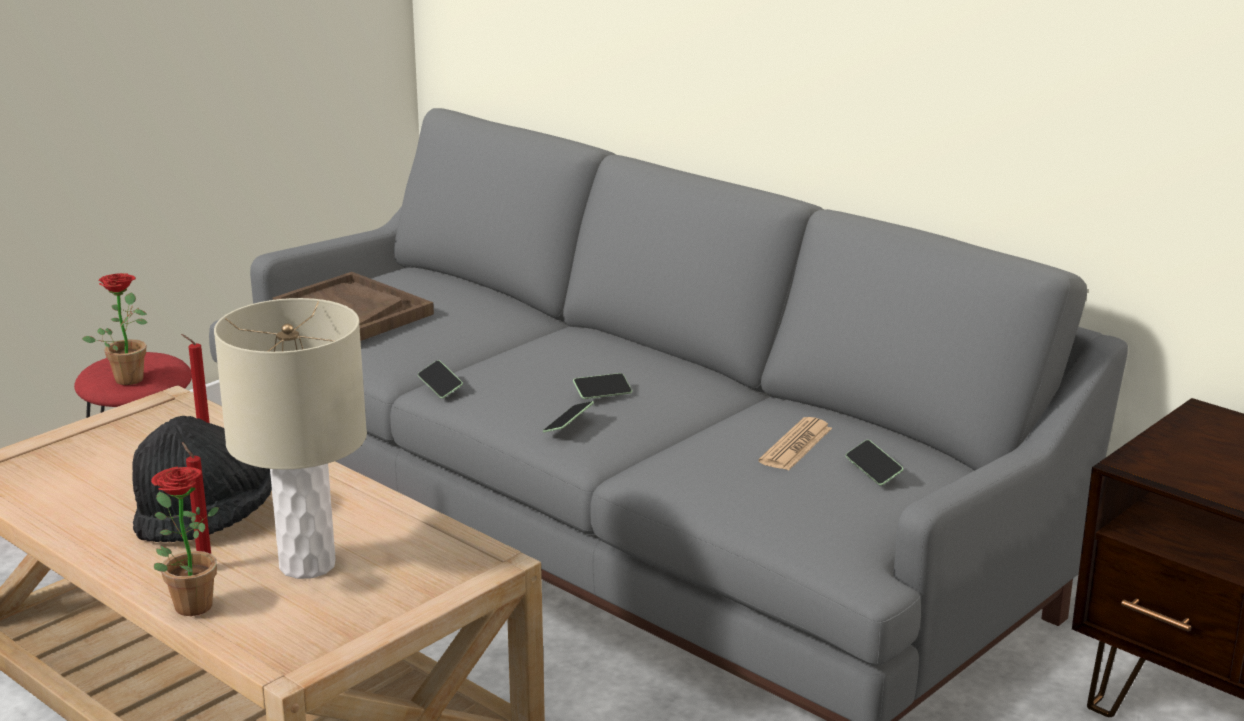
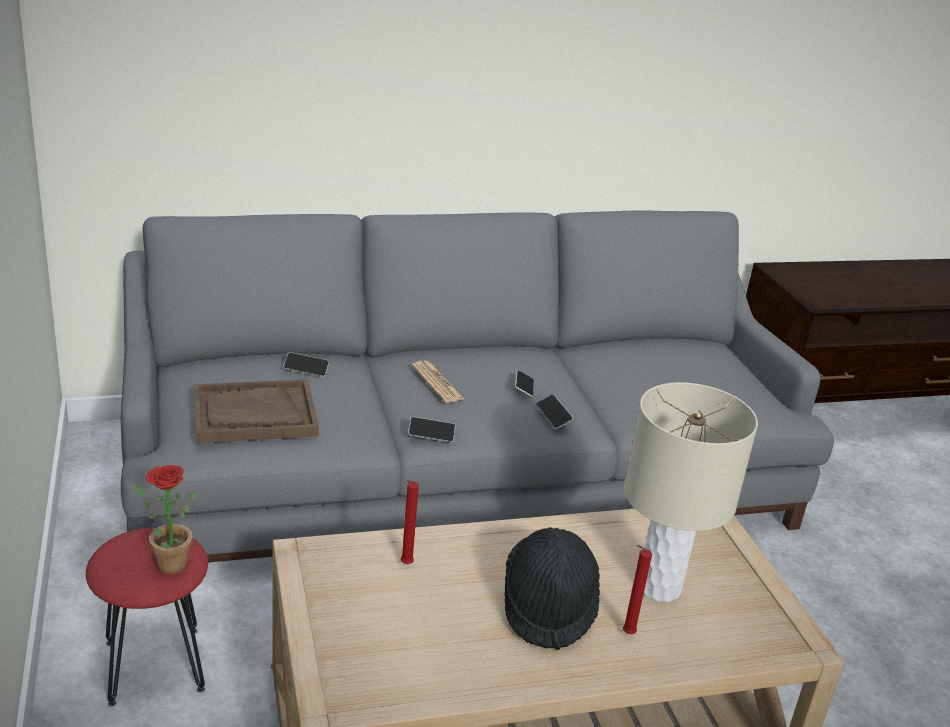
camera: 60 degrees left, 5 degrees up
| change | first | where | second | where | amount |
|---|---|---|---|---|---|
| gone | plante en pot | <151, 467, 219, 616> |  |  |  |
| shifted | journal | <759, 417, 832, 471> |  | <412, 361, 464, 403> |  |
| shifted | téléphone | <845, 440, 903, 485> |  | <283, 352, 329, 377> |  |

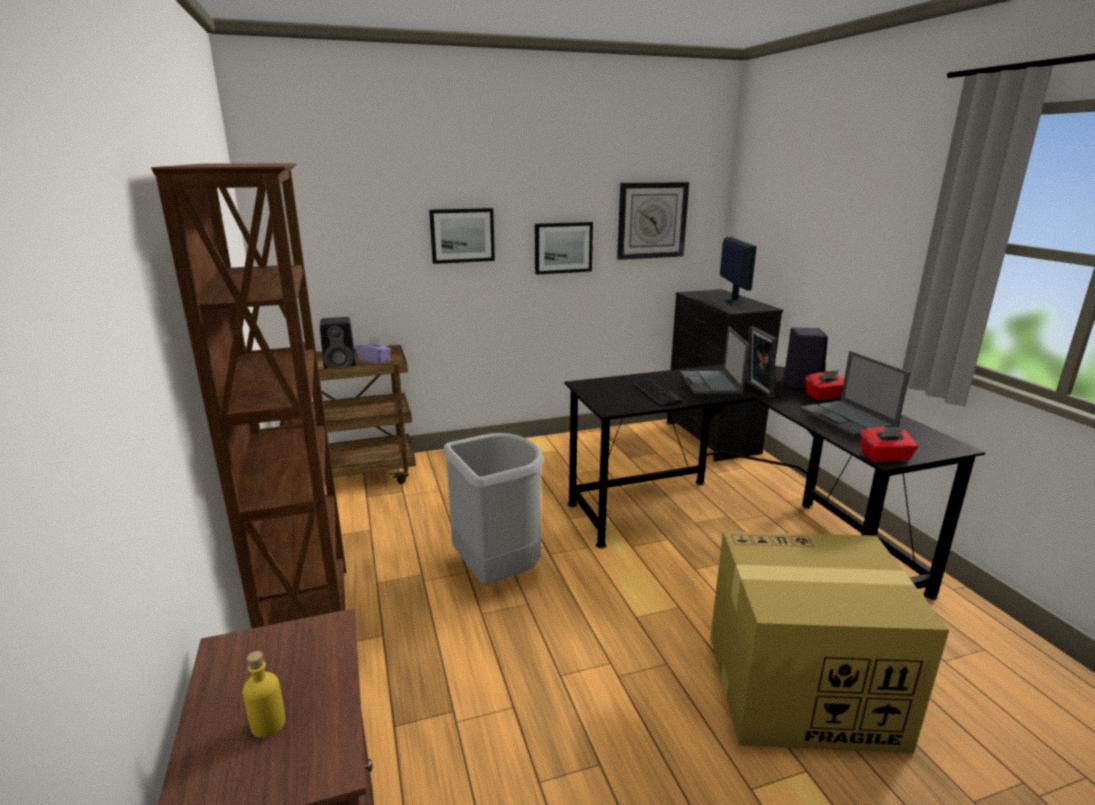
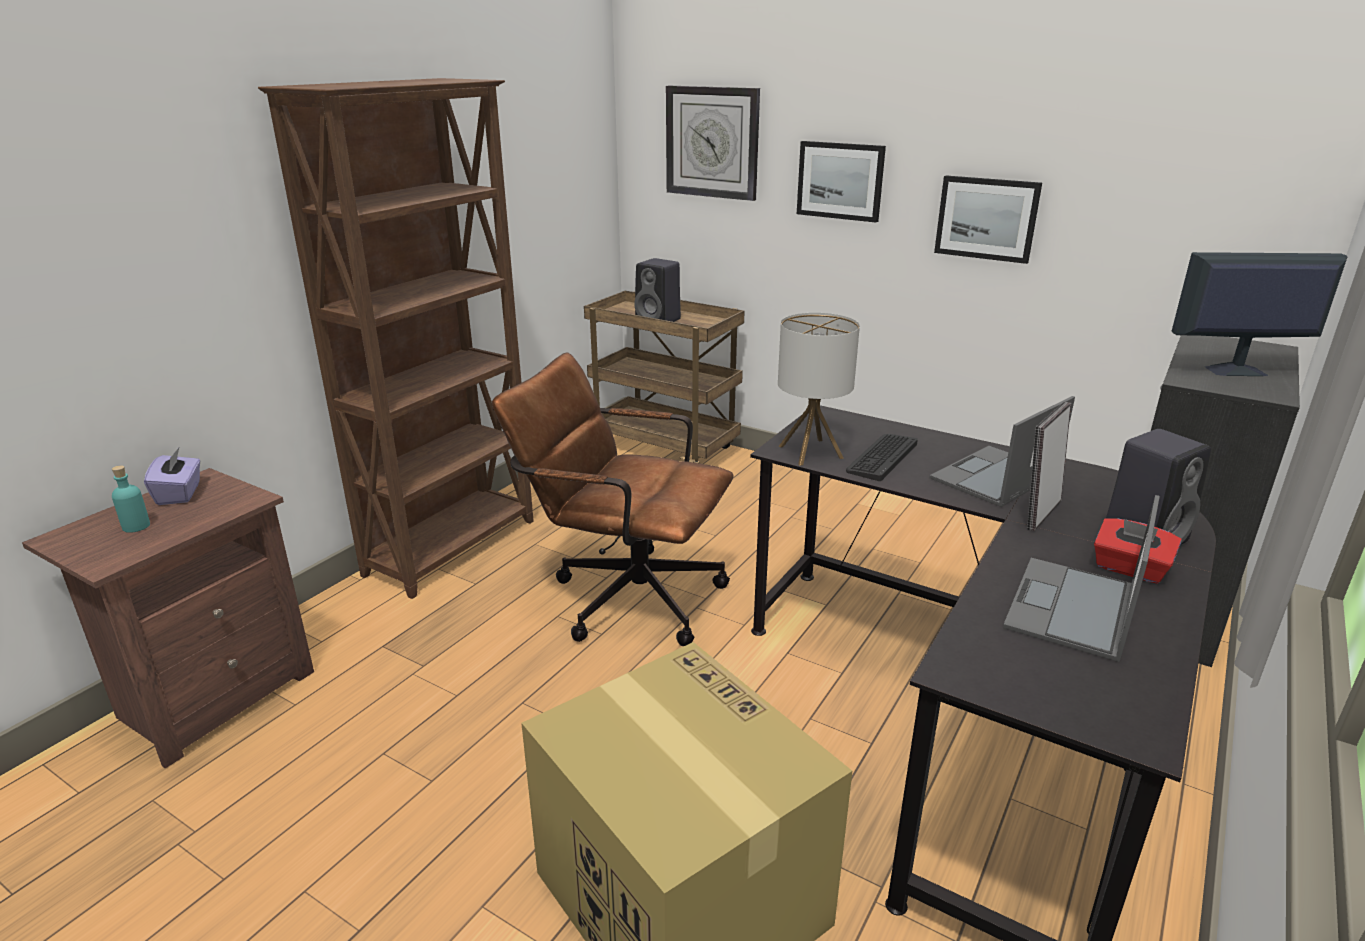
camera: 50 degrees right, 5 degrees up
| change | first | where | second | where | amount |
|---|---|---|---|---|---|
| repainted | bouteille [jaune] | <243, 651, 286, 738> | bouteille [turquoise] | <112, 465, 150, 533> |  |
| shifted | boîte à mouchoirs [violet] | <355, 336, 391, 364> |  | <144, 448, 200, 505> |  |
| swapped | poubelle [gris] | <443, 433, 544, 585> | chaise de bureau [marron] | <492, 352, 734, 646> |  |
| shifted | horloge murale | <617, 182, 689, 260> |  | <666, 86, 760, 201> |  |
| rotated | écran d'ordinateur | <720, 237, 757, 306> |  | <1171, 252, 1348, 376> | 135 degrees counterclockwise |
| gone | boîte à mouchoirs [rouge] | <860, 427, 918, 462> |  |  |  |
| new |  |  | lampe de table | <778, 313, 860, 466> |  |

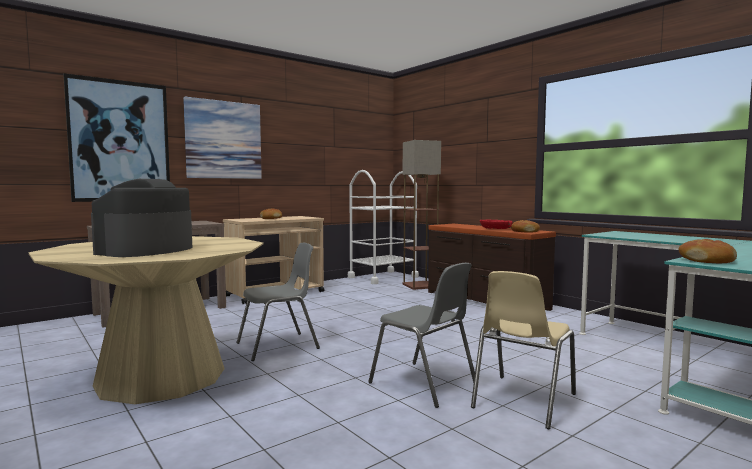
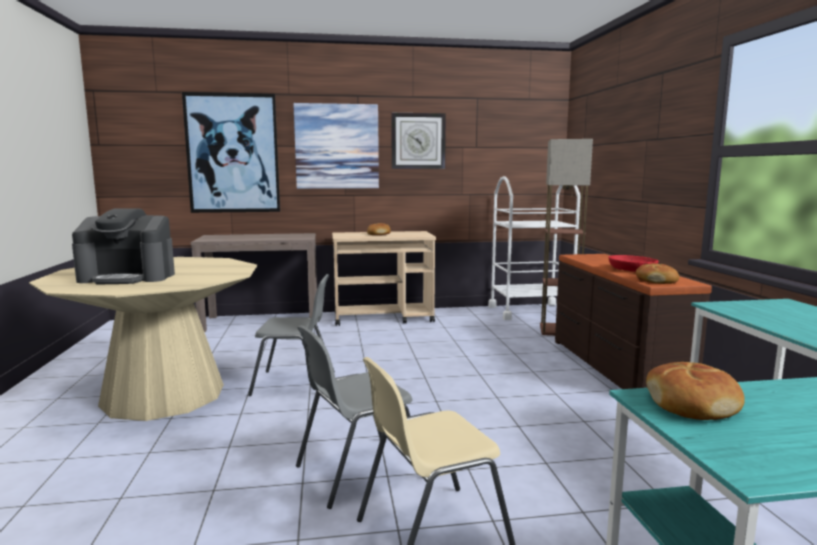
camera: 30 degrees right, 5 degrees up
| change | first | where | second | where | amount |
|---|---|---|---|---|---|
| rotated | machine à café | <91, 179, 192, 257> |  | <72, 208, 175, 284> | 150 degrees counterclockwise |
| rotated | chaise [gris] | <368, 263, 475, 408> |  | <296, 325, 413, 509> | 75 degrees clockwise |
| new |  |  | horloge murale | <391, 113, 446, 169> |  |

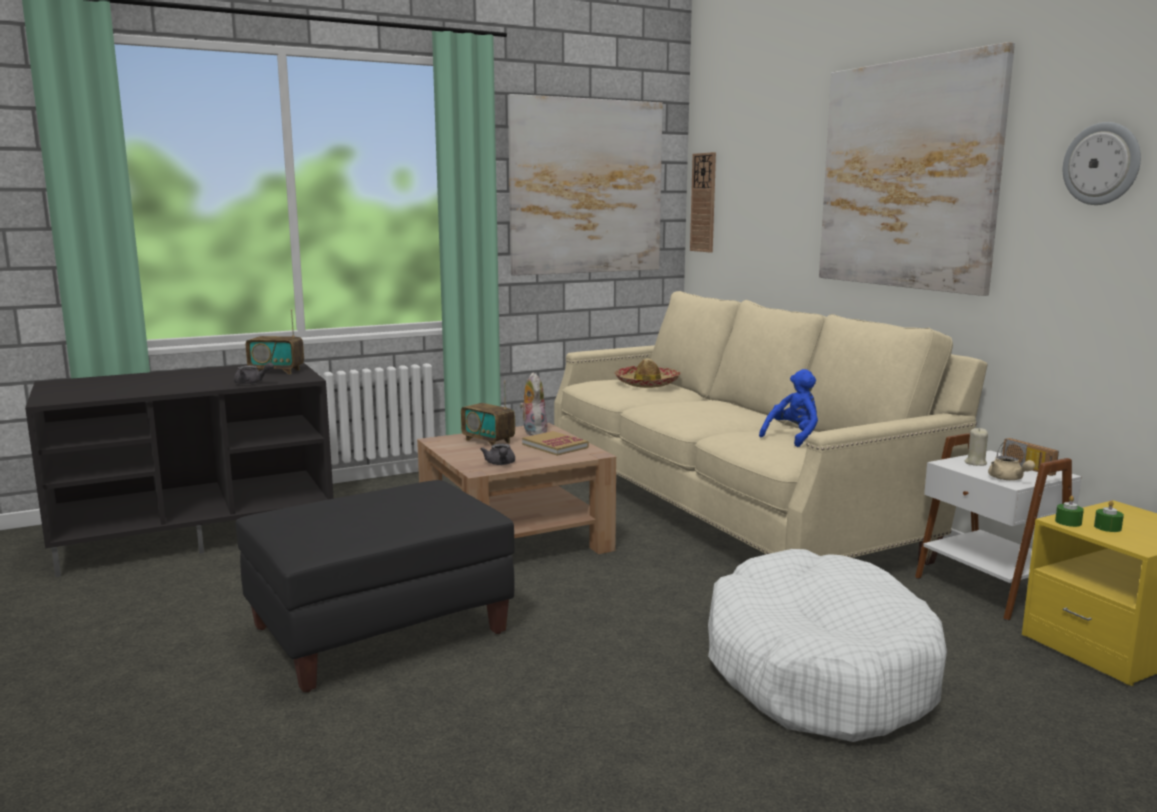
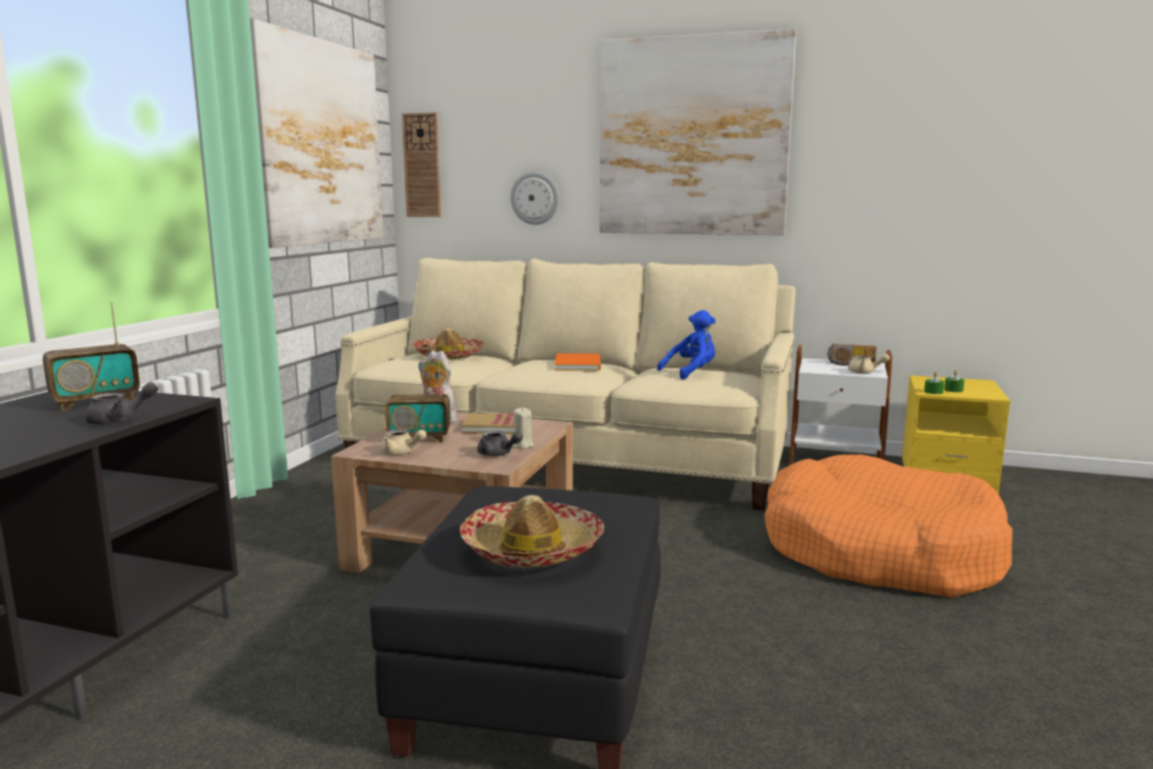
camera: 45 degrees left, 0 degrees up
| change | first | where | second | where | amount |
|---|---|---|---|---|---|
| repainted | panier pour chien [blanc] | <708, 549, 947, 742> | panier pour chien [orange] | <765, 455, 1012, 598> |  |
| rotated | peluche [bleu] | <759, 369, 818, 447> |  | <657, 310, 716, 380> | 60 degrees clockwise |
| shifted | bougie [beige] | <964, 428, 988, 466> |  | <512, 407, 534, 449> |  |
| shifted | horloge murale | <1063, 122, 1141, 205> |  | <510, 171, 559, 225> |  |
| new |  |  | théière [beige] | <381, 430, 427, 455> |  |
| new |  |  | chapeau | <460, 495, 604, 567> |  |
| new |  |  | livre [orange] | <555, 353, 601, 371> |  |

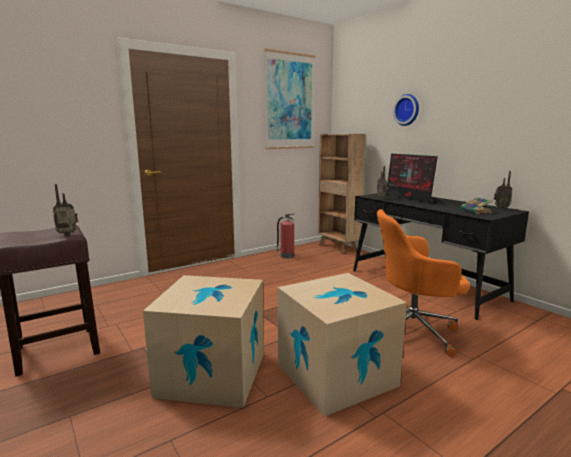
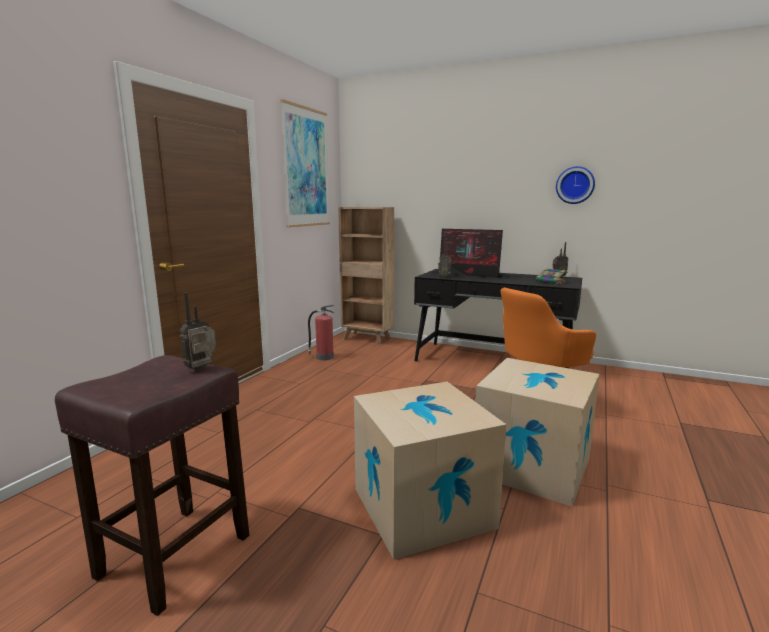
camera: 30 degrees left, 0 degrees up
| change | first | where | second | where | amount |
|---|---|---|---|---|---|
| shifted | horloge murale | <393, 94, 419, 126> |  | <556, 166, 595, 204> |  |

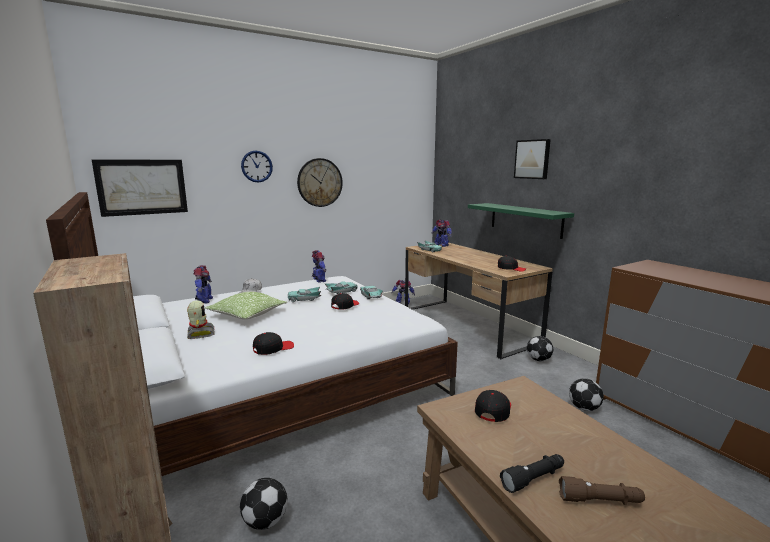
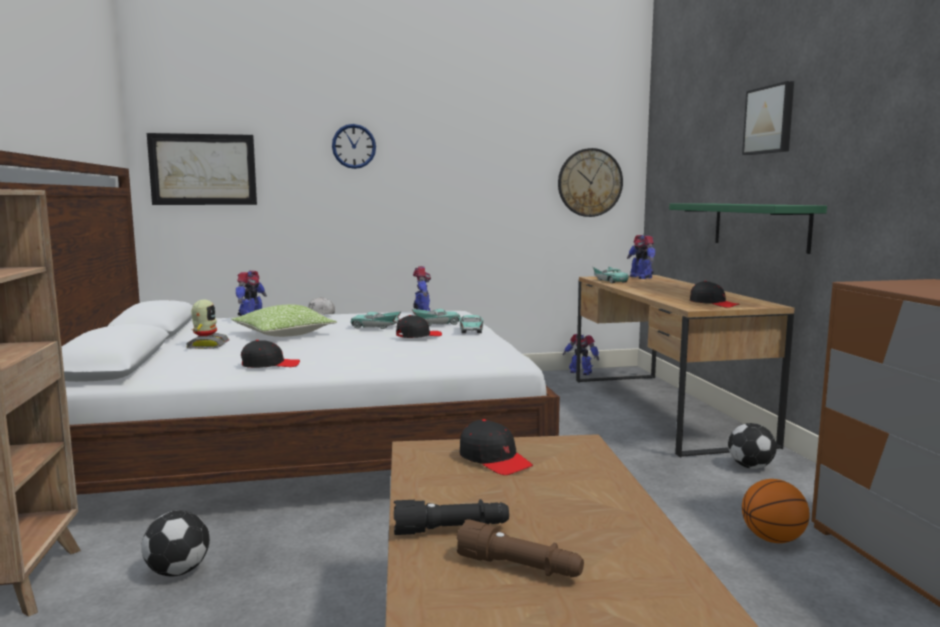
camera: 20 degrees right, 5 degrees down
| change | first | where | second | where | amount |
|---|---|---|---|---|---|
| shifted | horloge murale | <297, 158, 343, 207> |  | <558, 148, 623, 217> |  |
| rotated | casquette [noir] | <475, 390, 511, 422> |  | <460, 419, 533, 475> | 90 degrees clockwise |
| swapped | ballon de foot | <569, 378, 604, 411> | ballon de basket | <742, 479, 810, 543> |  |

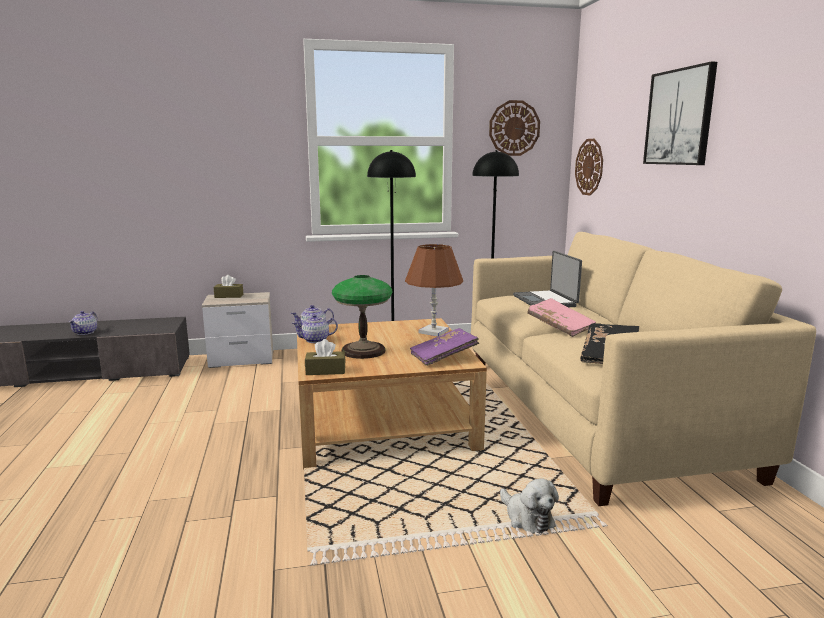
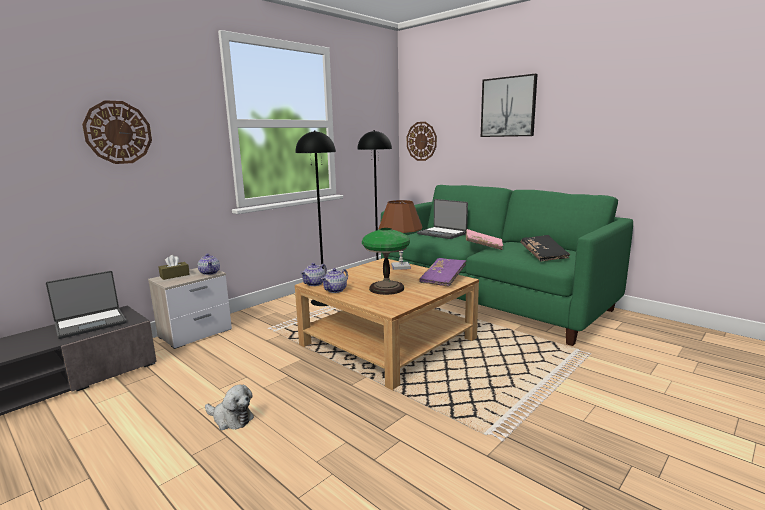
camera: 35 degrees left, 0 degrees up
| change | first | where | second | where | amount |
|---|---|---|---|---|---|
| shifted | théière | <69, 311, 97, 335> |  | <198, 254, 220, 275> |  |
| gone | boîte à mouchoirs [marron] | <305, 339, 345, 375> |  |  |  |
| repainted | canapé [beige] | <471, 232, 816, 506> | canapé [vert] | <381, 185, 633, 346> |  |
| shifted | horloge murale | <489, 100, 540, 156> |  | <82, 100, 152, 164> |  |
| shifted | peluche | <500, 478, 559, 534> |  | <205, 385, 254, 430> |  |
| new |  |  | ordinateur portable | <46, 271, 127, 339> |  |

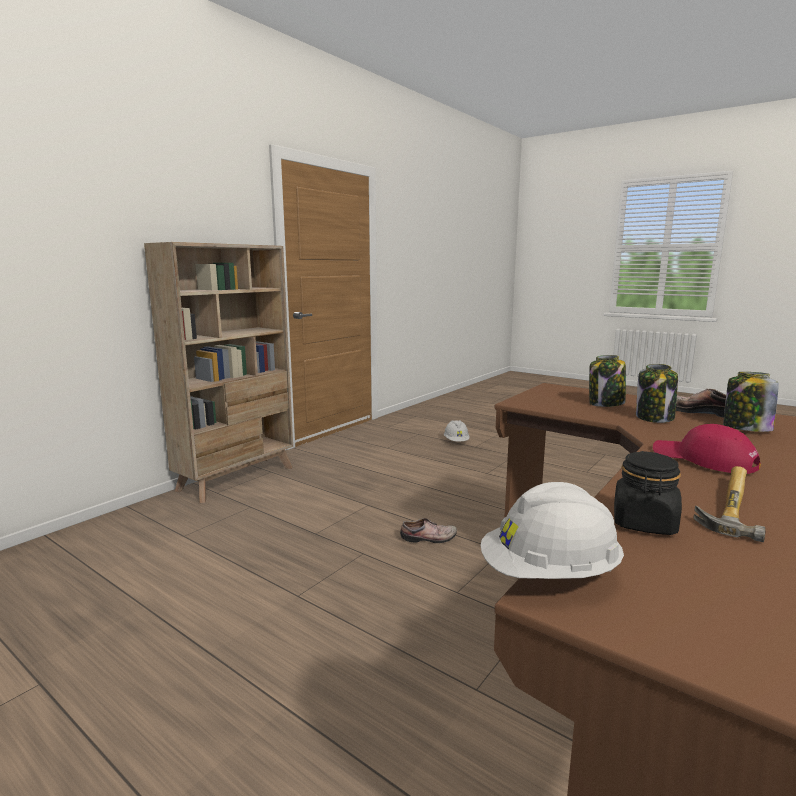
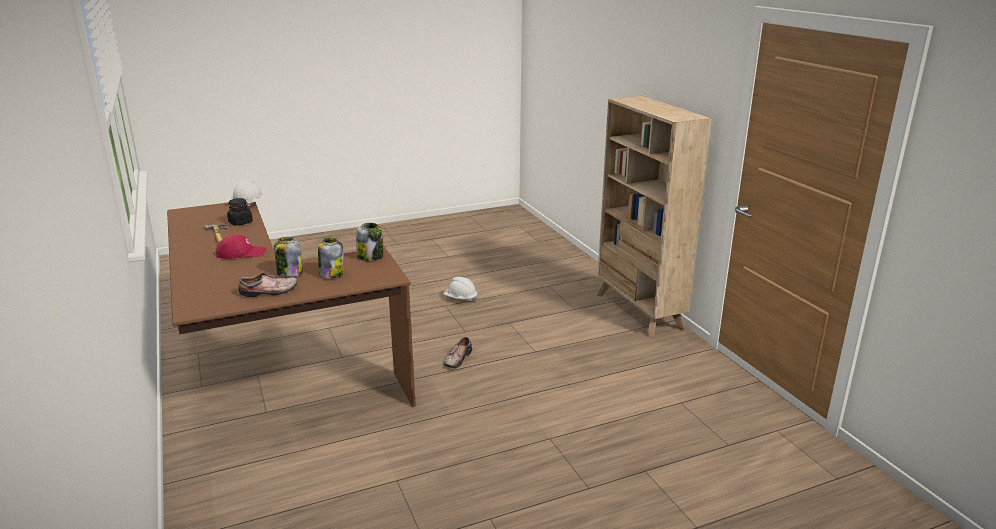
camera: 120 degrees right, 10 degrees up
| change | first | where | second | where | amount |
|---|---|---|---|---|---|
| shifted | casque de chantier [blanc] | <444, 420, 470, 441> |  | <443, 277, 478, 301> |  |
| shifted | bocal | <723, 372, 779, 432> |  | <356, 223, 383, 261> |  |

